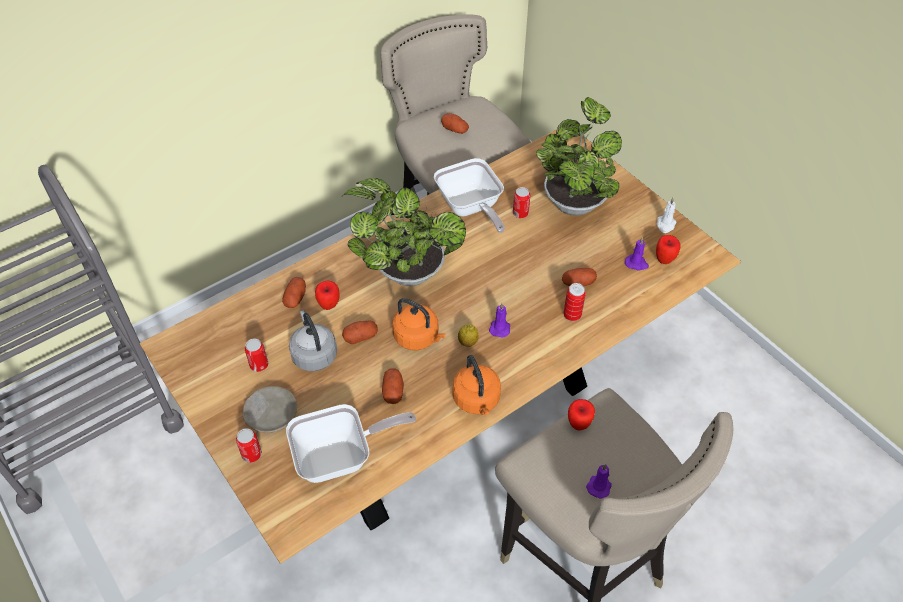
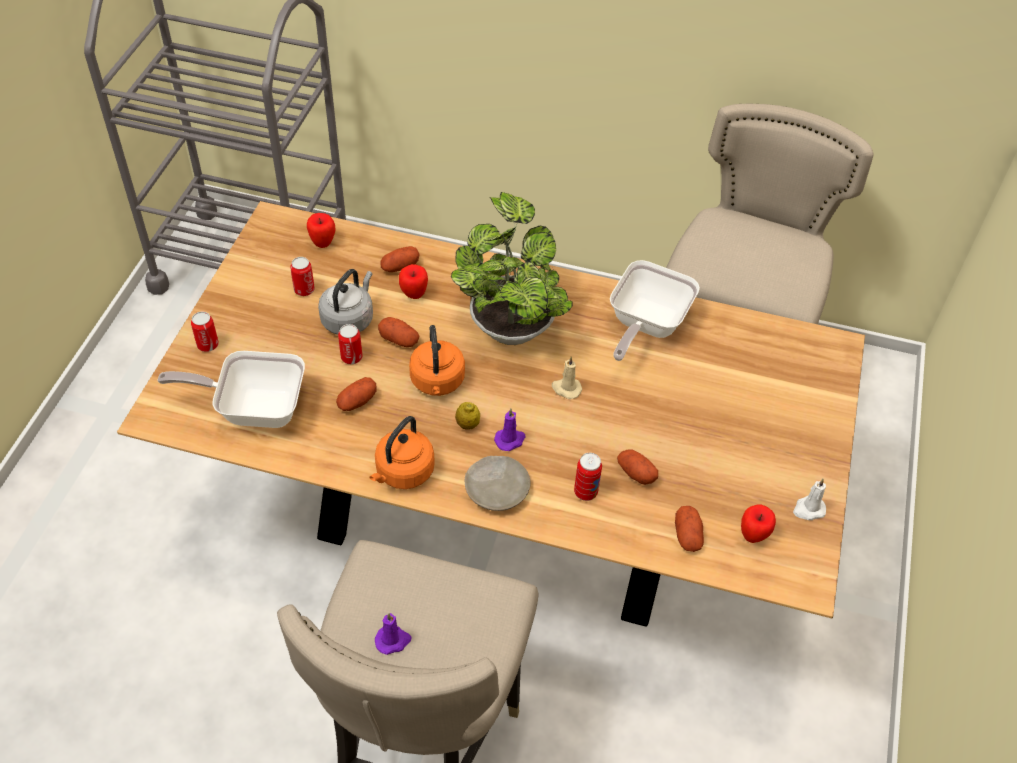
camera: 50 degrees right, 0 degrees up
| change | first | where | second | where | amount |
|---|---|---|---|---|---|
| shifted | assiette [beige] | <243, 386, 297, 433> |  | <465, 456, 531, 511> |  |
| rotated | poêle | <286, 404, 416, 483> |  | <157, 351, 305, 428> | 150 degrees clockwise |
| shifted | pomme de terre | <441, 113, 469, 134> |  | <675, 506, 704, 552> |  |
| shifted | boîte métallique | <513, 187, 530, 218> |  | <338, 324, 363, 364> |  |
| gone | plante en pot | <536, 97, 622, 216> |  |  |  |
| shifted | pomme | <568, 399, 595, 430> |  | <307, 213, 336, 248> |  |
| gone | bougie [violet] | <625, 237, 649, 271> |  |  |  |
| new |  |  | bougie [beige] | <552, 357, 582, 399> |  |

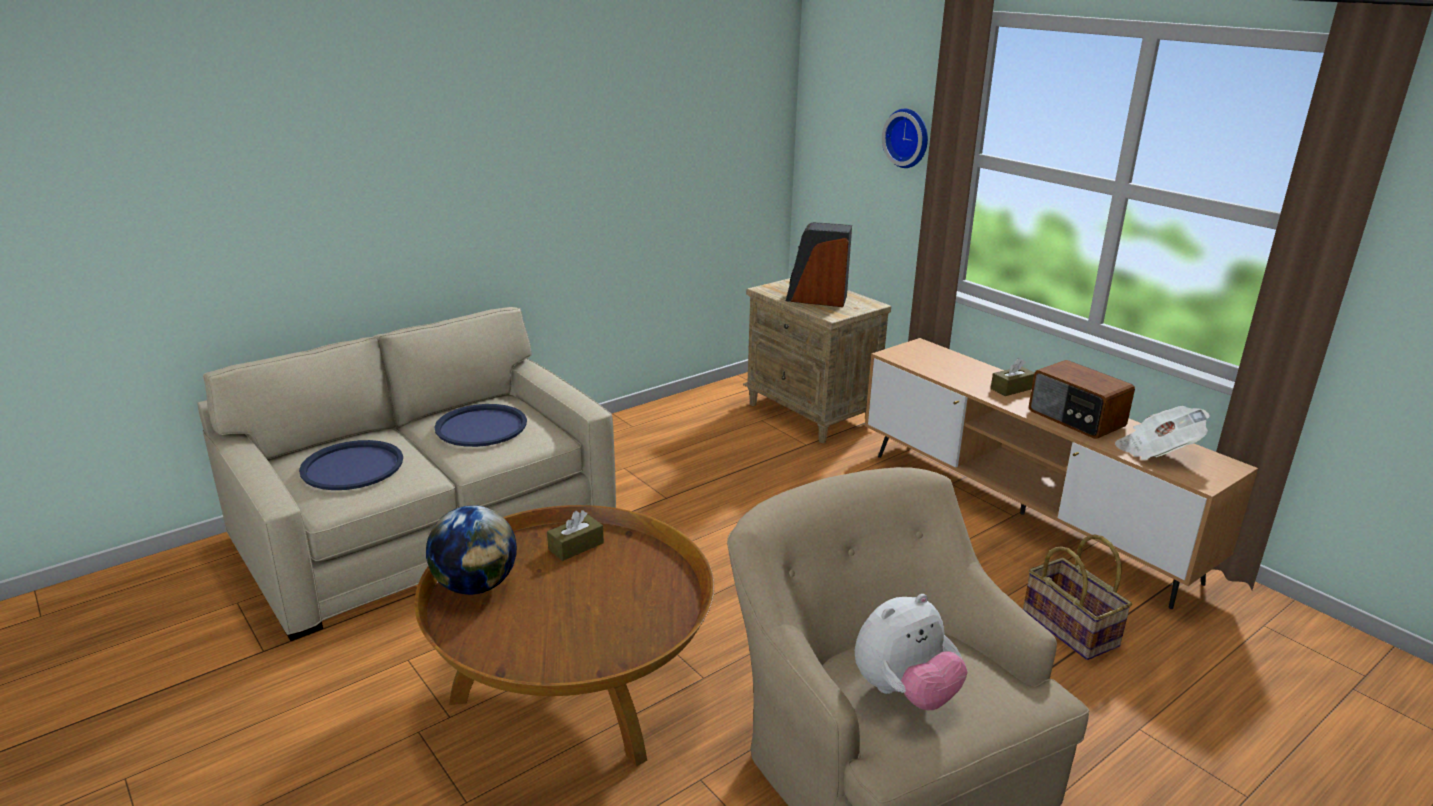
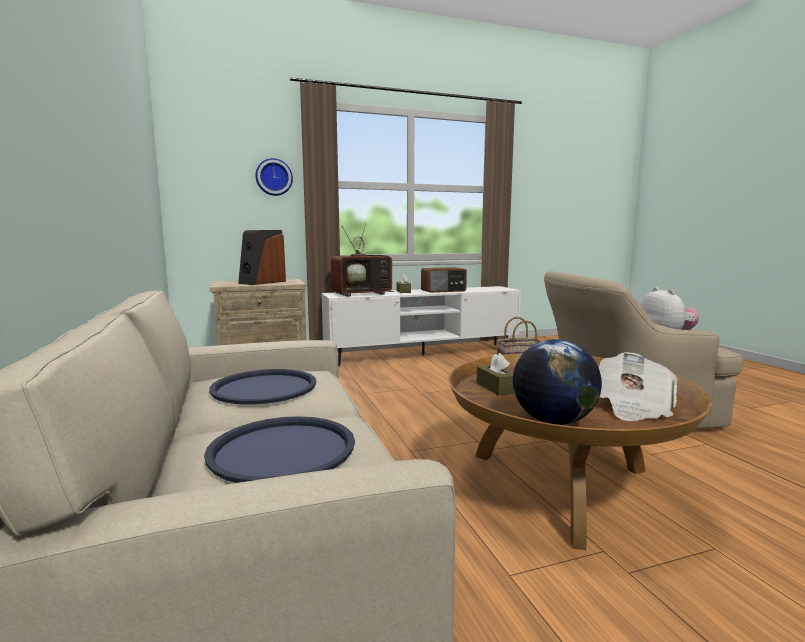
camera: 70 degrees left, 15 degrees down
| change | first | where | second | where | amount |
|---|---|---|---|---|---|
| repainted | meuble télé [marron] | <865, 338, 1258, 609> | meuble télé [blanc] | <321, 286, 521, 367> |  |
| shifted | journal | <1115, 406, 1210, 460> |  | <598, 352, 678, 421> |  |
| new |  |  | téléviseur | <331, 222, 394, 297> |  |

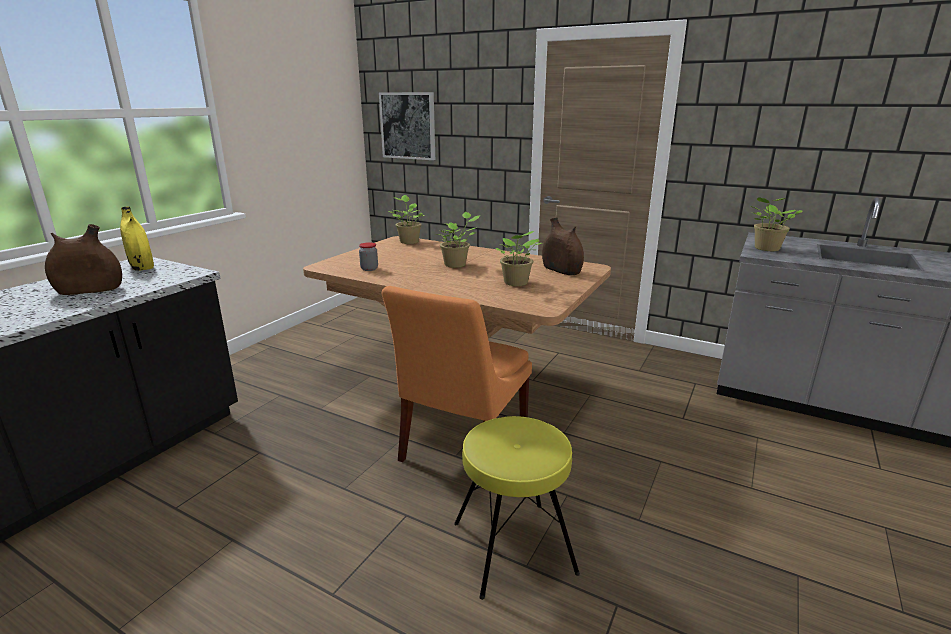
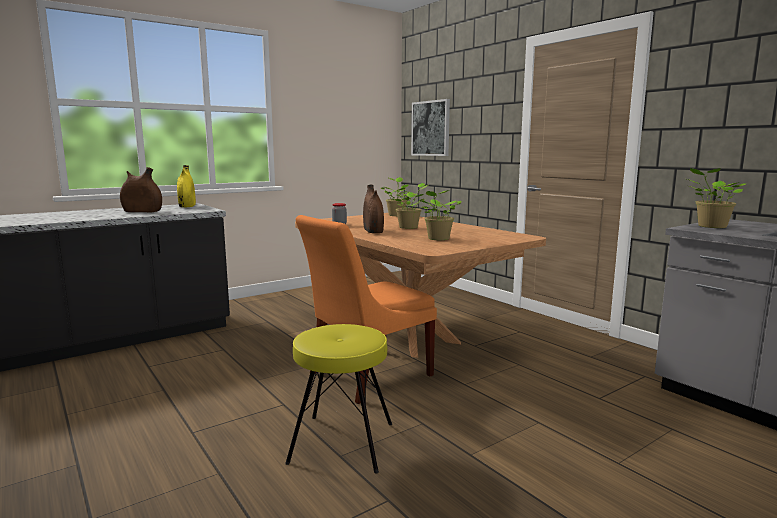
camera: 25 degrees right, 10 degrees down
| change | first | where | second | where | amount |
|---|---|---|---|---|---|
| shifted | vase [marron] | <542, 217, 584, 275> |  | <363, 185, 384, 233> |  |

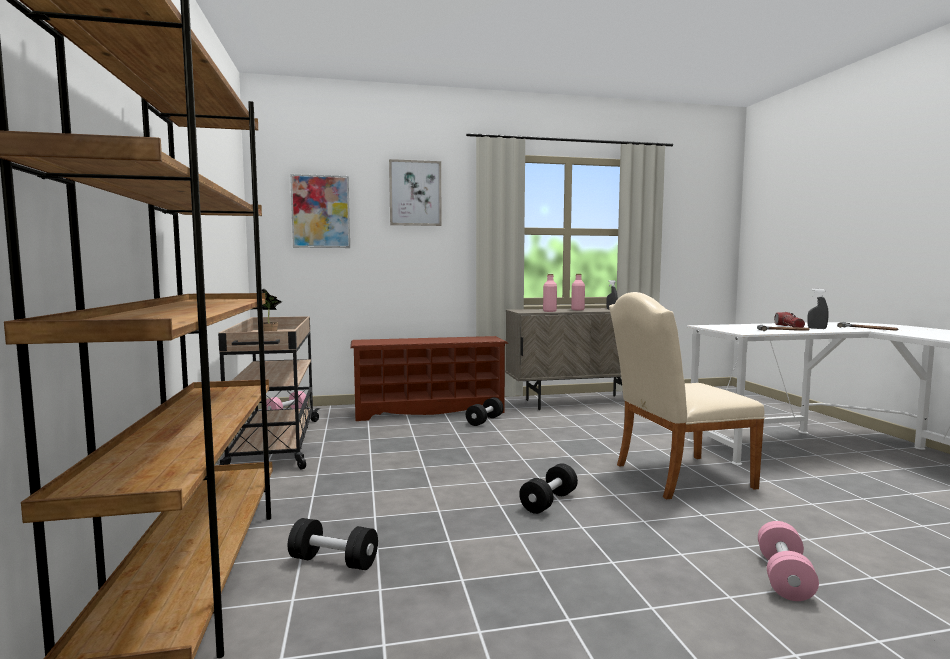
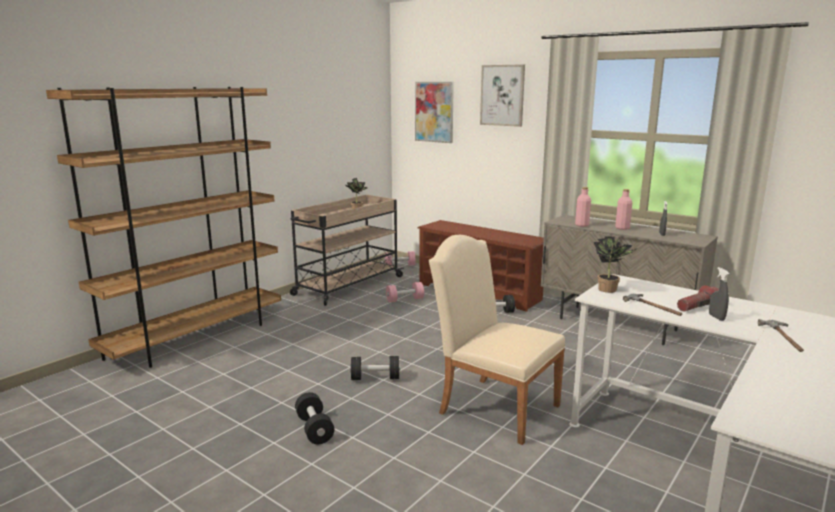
camera: 50 degrees right, 10 degrees up
| change | first | where | second | where | amount |
|---|---|---|---|---|---|
| shifted | haltère [noir] | <288, 518, 378, 570> |  | <295, 392, 334, 444> |  |
| shifted | haltère [rose] | <758, 521, 819, 601> |  | <386, 282, 424, 303> |  |
| new |  |  | plante en pot | <594, 237, 637, 293> |  |

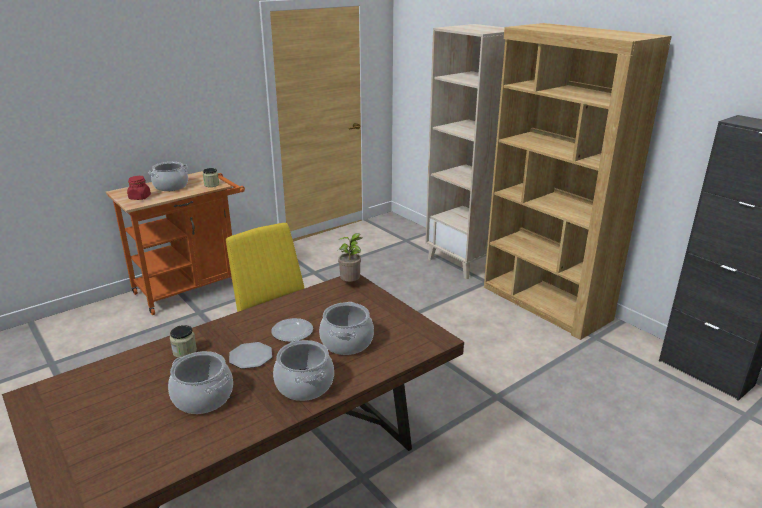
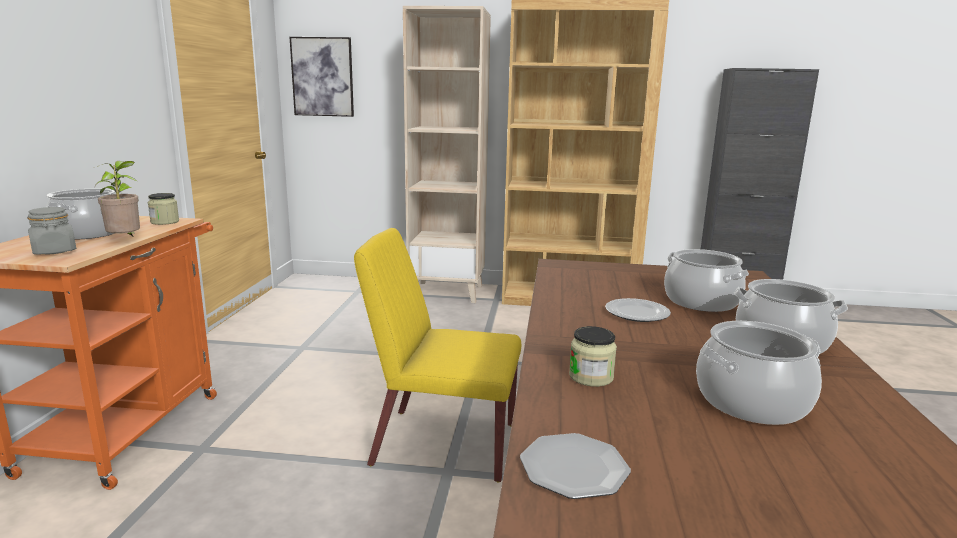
camera: 45 degrees left, 10 degrees down
| change | first | where | second | where | amount |
|---|---|---|---|---|---|
| repainted | bocal [rouge] | <127, 176, 151, 200> | bocal [gris] | <27, 207, 76, 254> |  |
| shifted | assiette | <229, 342, 272, 369> |  | <520, 433, 631, 499> |  |
| shifted | plante en pot | <338, 233, 362, 282> |  | <95, 161, 140, 236> |  |
| new |  |  | tableau | <289, 37, 354, 117> |  |

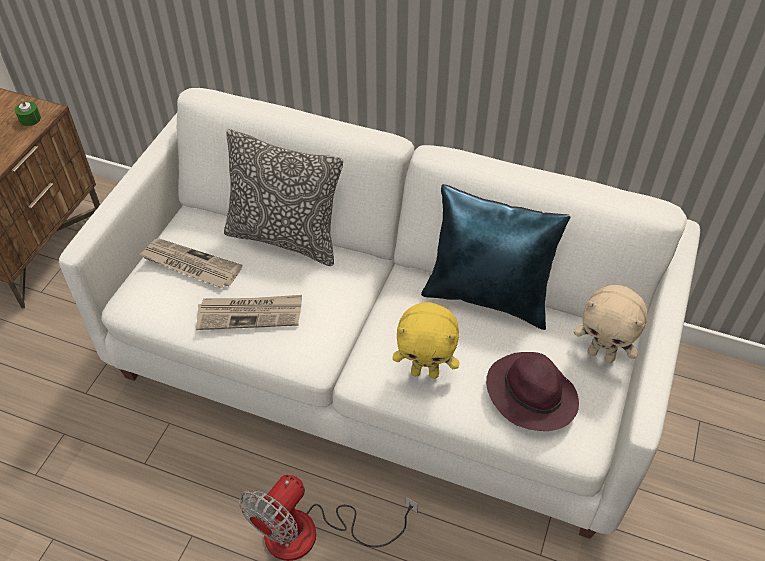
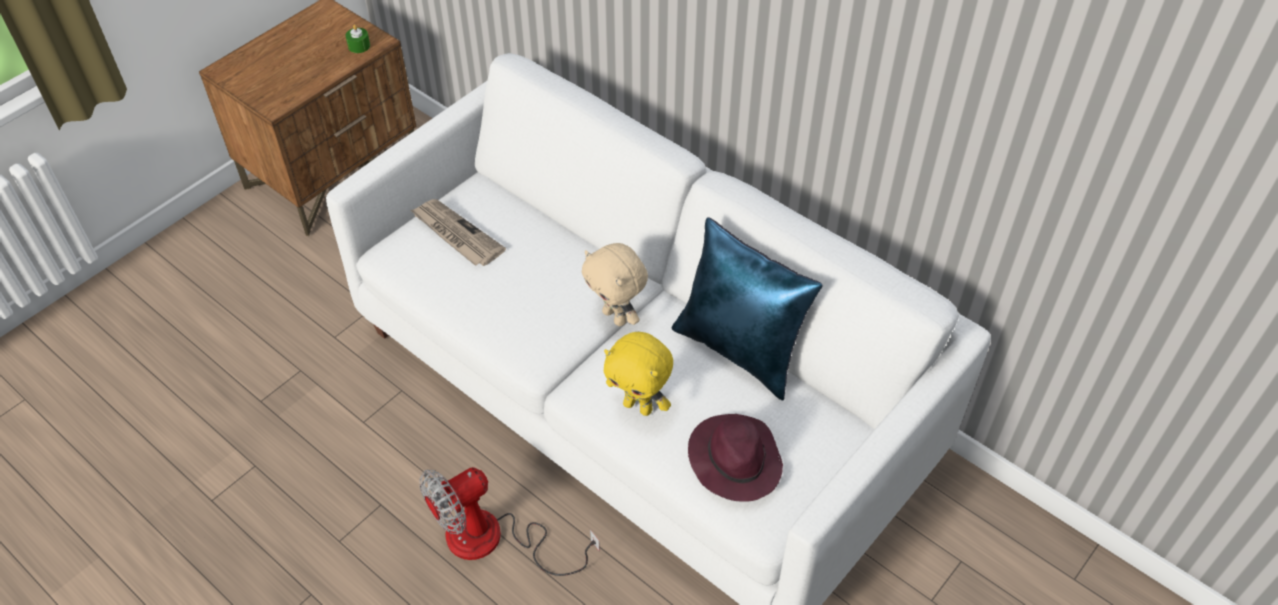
camera: 20 degrees right, 0 degrees up
| change | first | where | second | where | amount |
|---|---|---|---|---|---|
| gone | journal | <196, 295, 302, 330> |  |  |  |
| gone | coussin | <224, 129, 343, 266> |  |  |  |
| shifted | peluche [beige] | <574, 285, 647, 363> |  | <582, 243, 648, 326> |  |

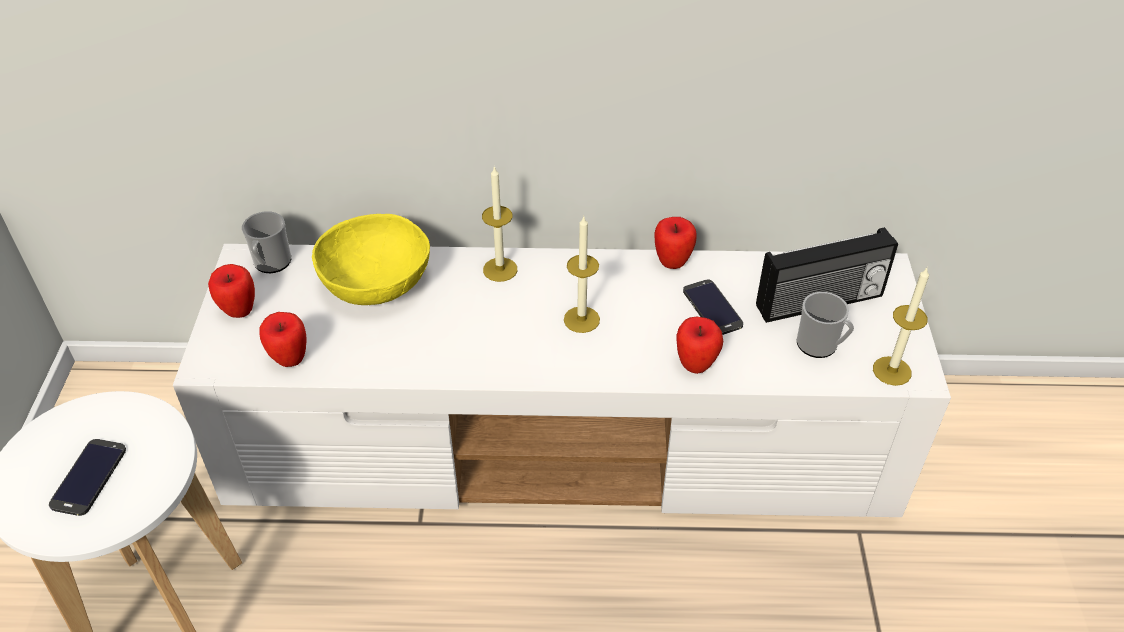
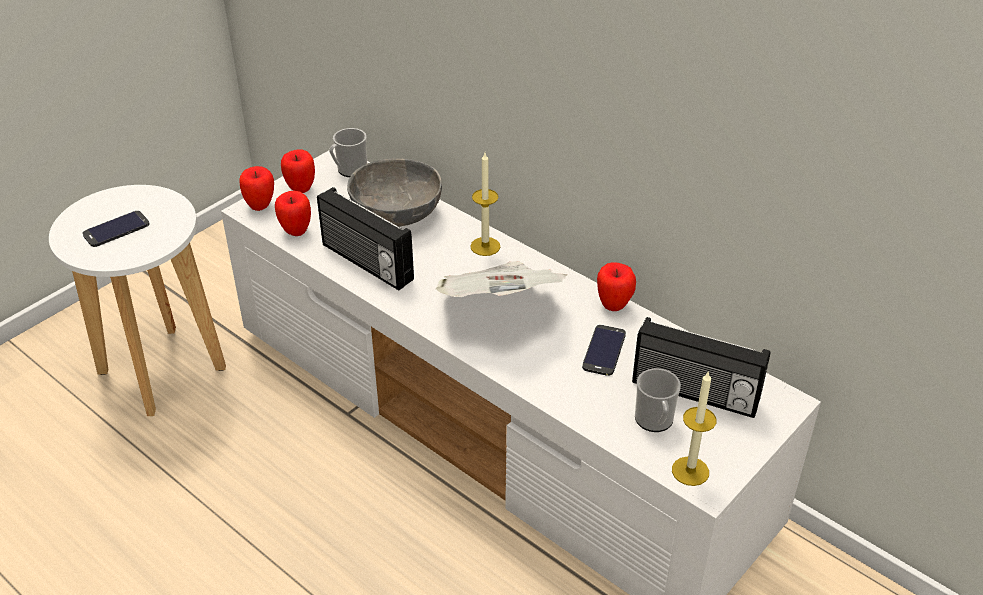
camera: 40 degrees right, 5 degrees down
| change | first | where | second | where | amount |
|---|---|---|---|---|---|
| repainted | bol [jaune] | <312, 214, 430, 305> | bol [gris] | <347, 158, 442, 227> |  |
| swapped | bougie | <564, 217, 600, 333> | journal | <436, 261, 567, 297> |  |
| shifted | pomme | <676, 317, 723, 374> |  | <239, 166, 274, 211> |  |
| new |  |  | radio | <317, 187, 414, 290> |  |

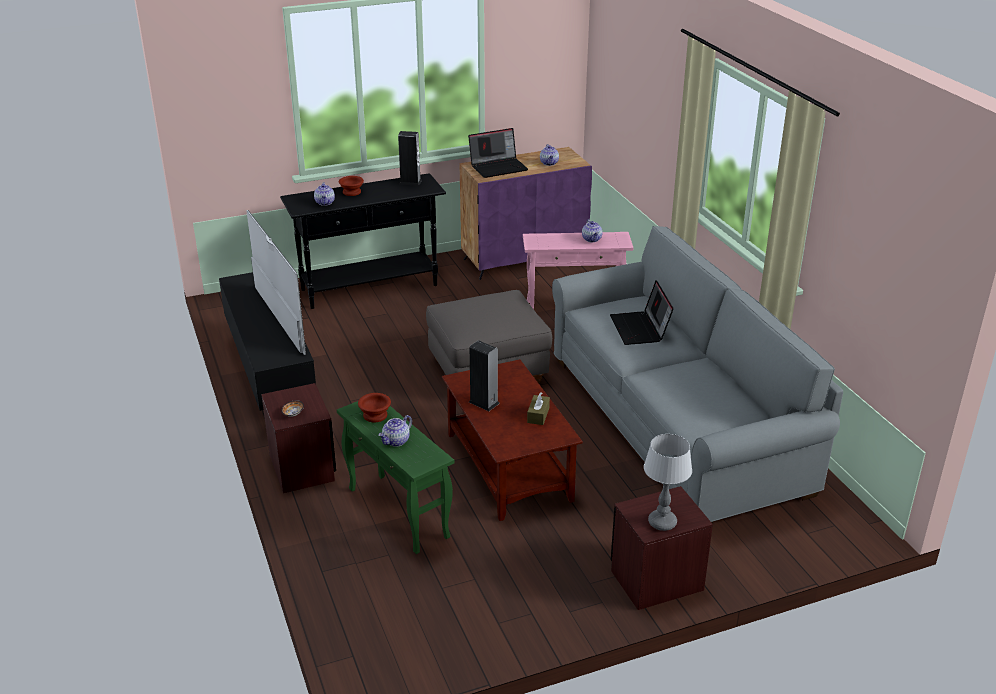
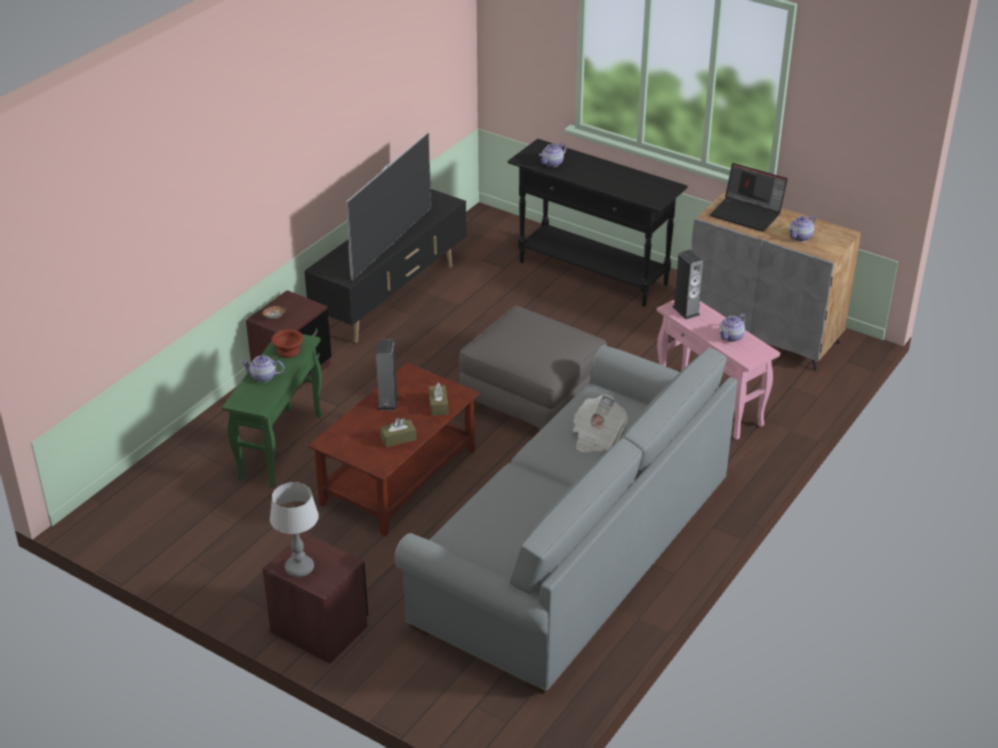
camera: 55 degrees right, 5 degrees up
| change | first | where | second | where | amount |
|---|---|---|---|---|---|
| gone | bol [marron] | <339, 176, 364, 196> |  |  |  |
| shifted | enceinte | <398, 131, 422, 186> |  | <672, 250, 703, 320> |  |
| repainted | meuble de rangement [violet] | <460, 147, 592, 280> | meuble de rangement [gris] | <692, 190, 861, 371> |  |
| swapped | ordinateur portable | <610, 281, 674, 345> | journal | <573, 395, 628, 452> |  |
| new |  |  | boîte à mouchoirs [marron] | <429, 383, 448, 416> |  |

